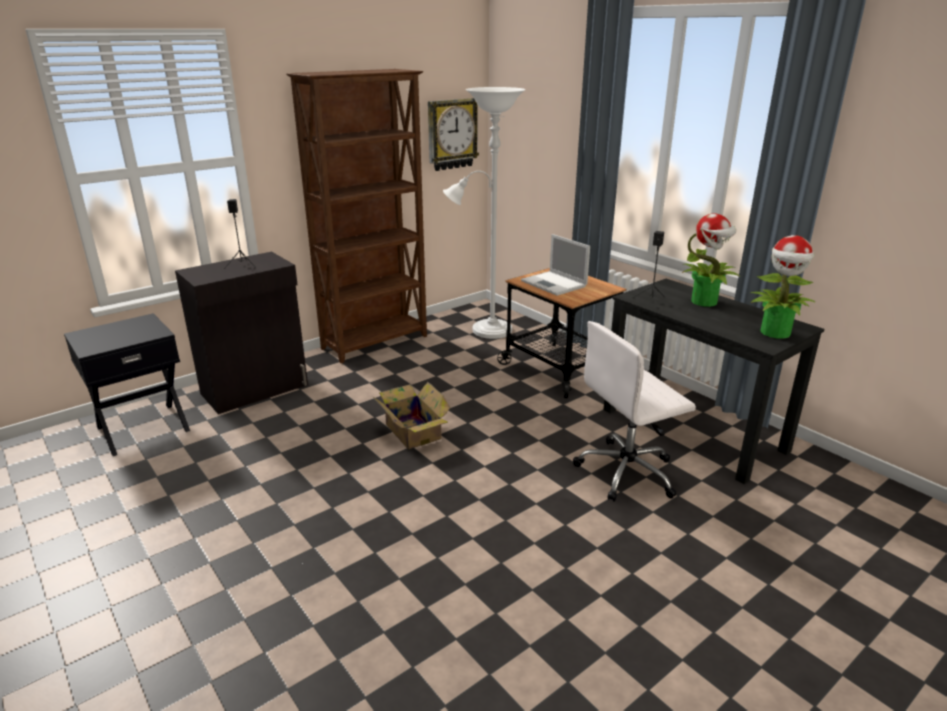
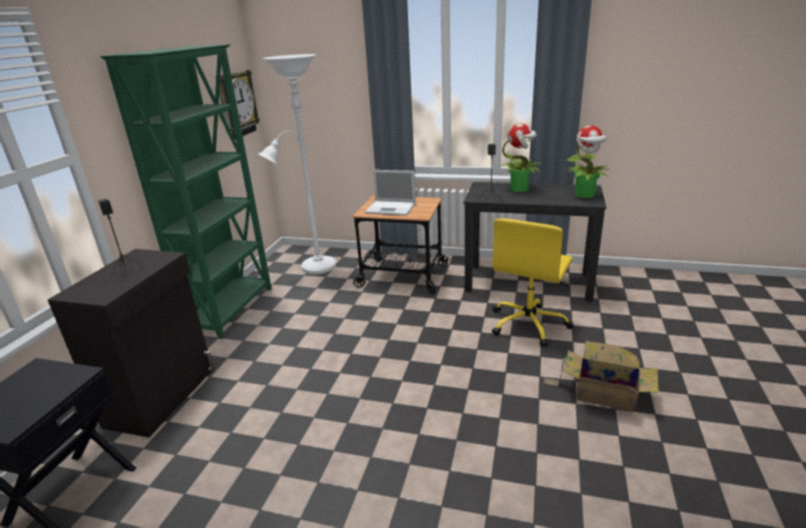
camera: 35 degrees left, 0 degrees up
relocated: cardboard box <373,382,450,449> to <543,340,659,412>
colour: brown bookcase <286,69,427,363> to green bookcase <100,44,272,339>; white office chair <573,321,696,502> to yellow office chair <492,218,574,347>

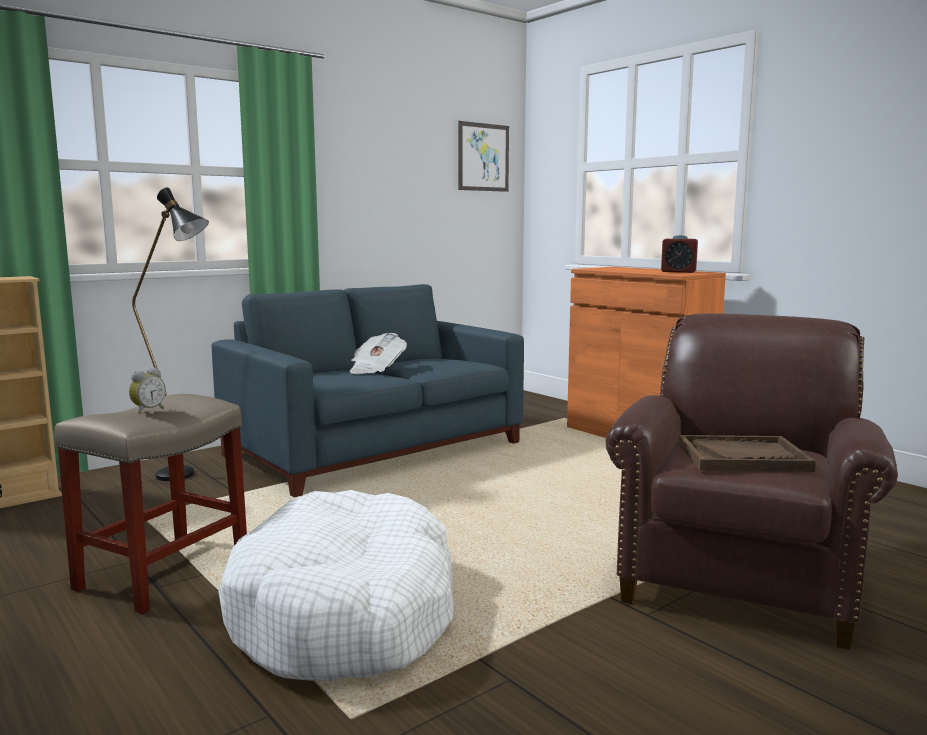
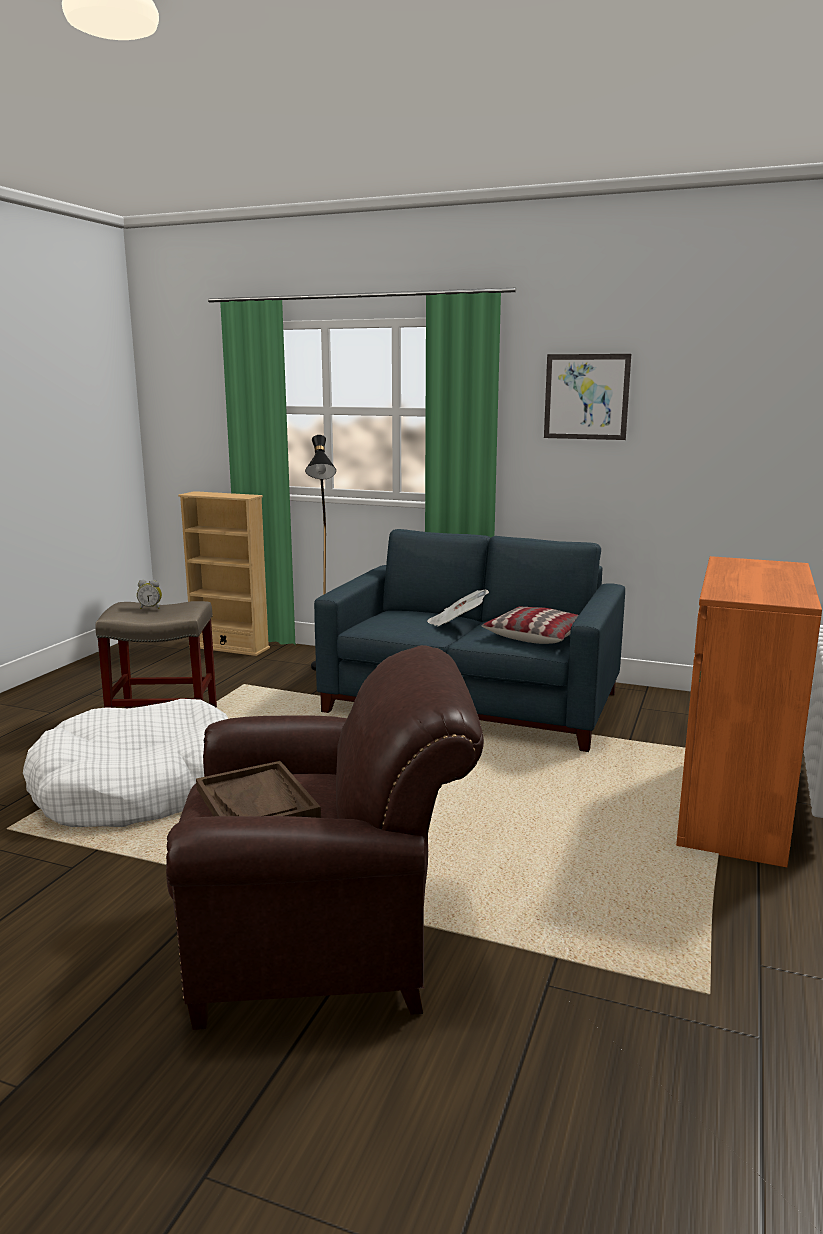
camera: 60 degrees right, 5 degrees up
missing: alarm clock <661,235,698,273>
appeared: pillow <482,606,579,644>
relocated: picture <458,121,509,192> to <544,354,631,440>

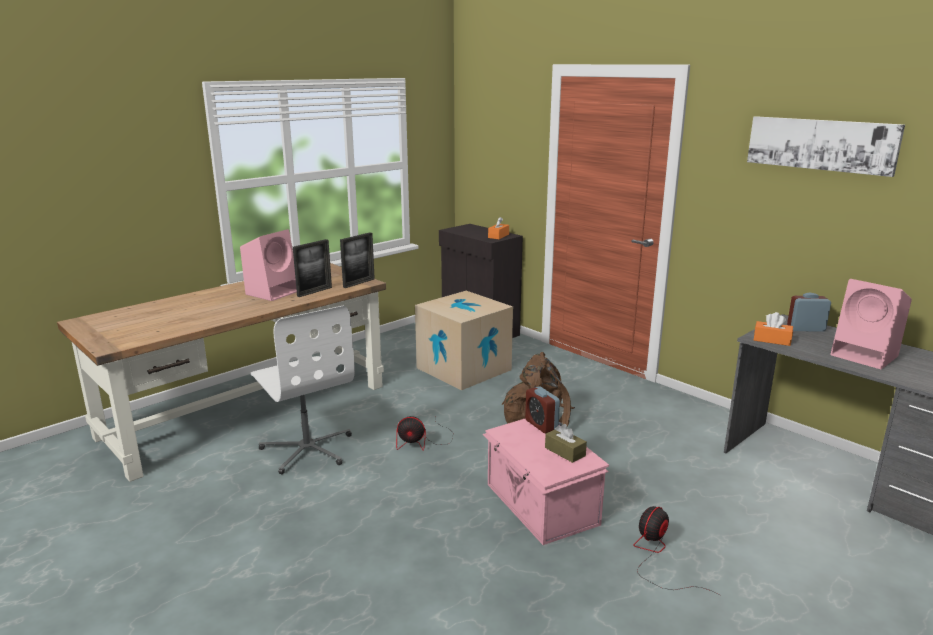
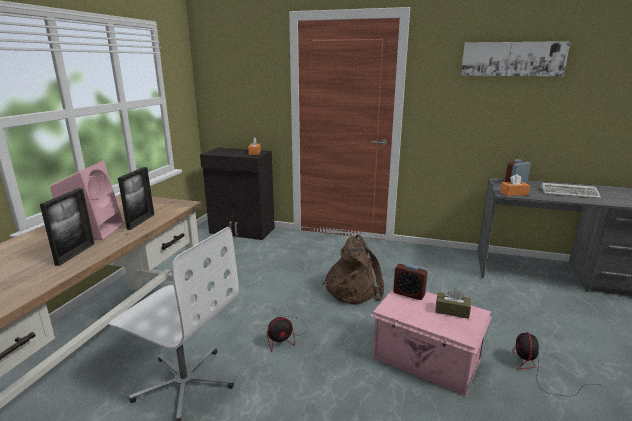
camera: 30 degrees left, 0 degrees up
missing: cardboard box <415,291,513,390>
relocated: picture frame <340,232,375,288> to <40,188,94,266>
exchanged: pink speaker <831,279,912,369> to keyboard <541,183,601,199>

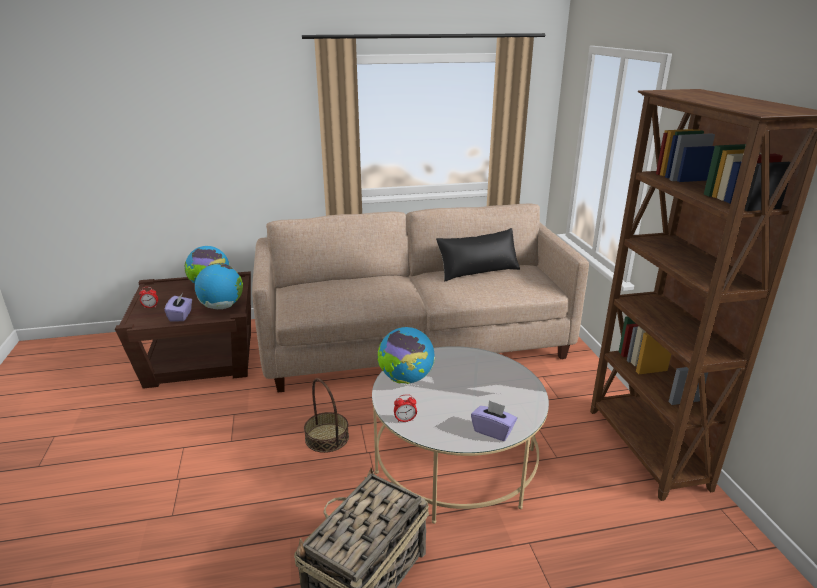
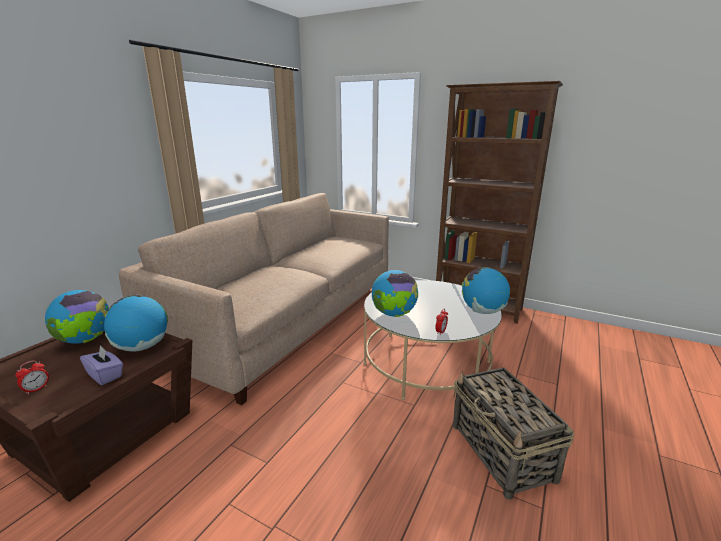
camera: 50 degrees left, 5 degrees down
missing: black pillow <436,228,520,282>; basket <304,378,349,453>
exchanged: purple tissue box <471,400,517,441> to globe <462,267,510,314>

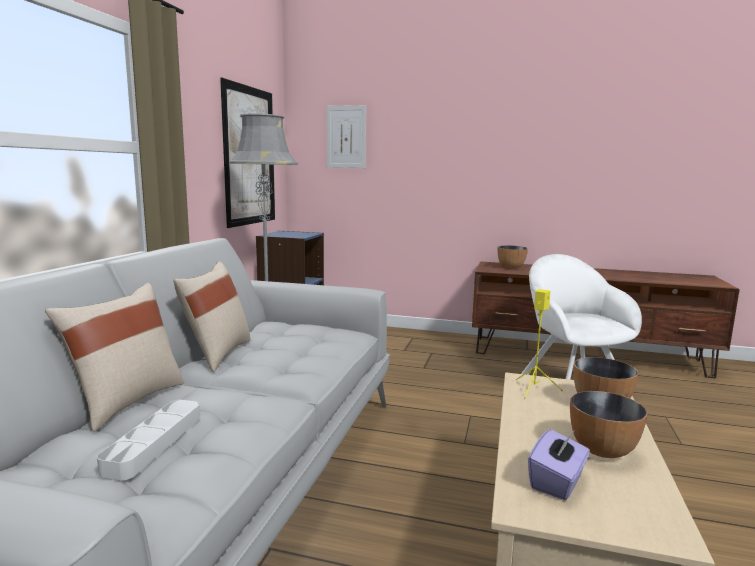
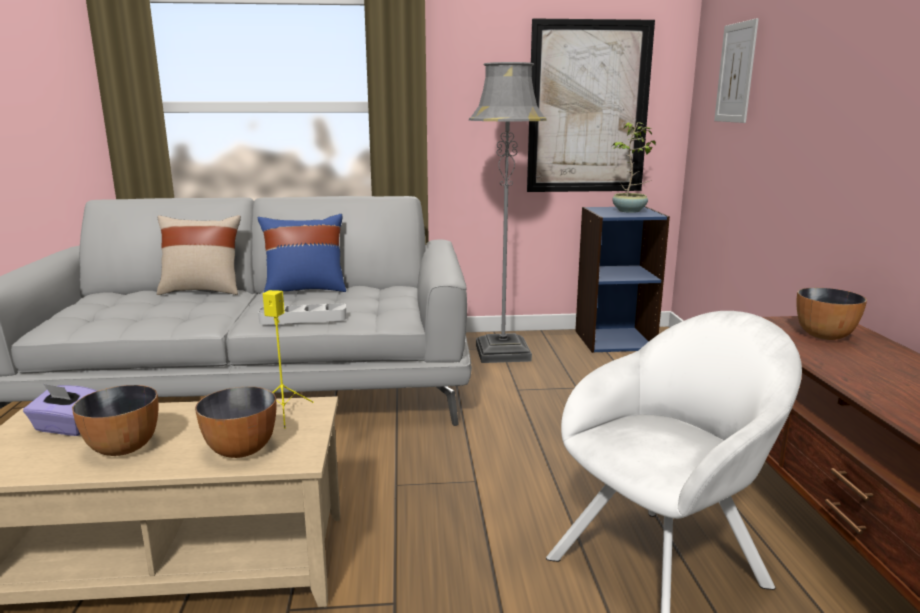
camera: 70 degrees right, 5 degrees up
appeared: potted plant <612,122,656,213>
relocated: grey tray <97,400,200,480> to <258,303,347,324>
colour: beige pillow <173,261,251,372> to blue pillow <258,214,346,293>

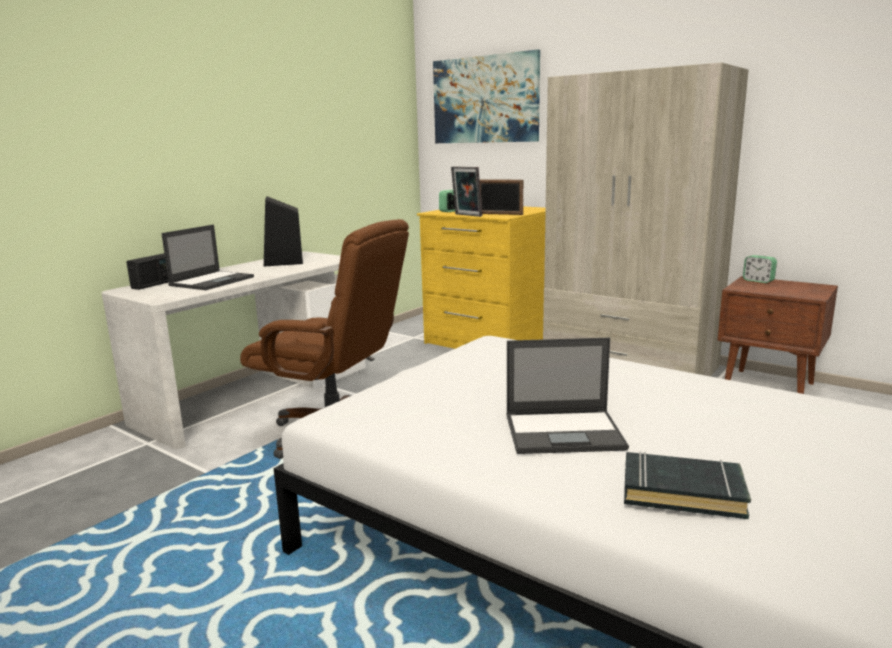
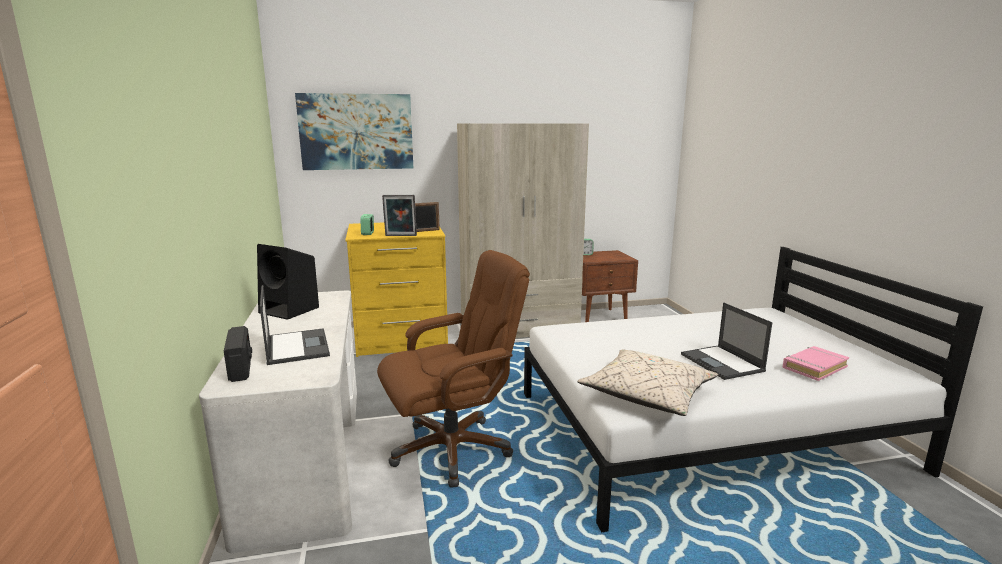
camera: 50 degrees left, 0 degrees up
appeared: beige pillow <577,349,718,416>
colour: black book <624,451,751,519> to pink book <783,346,849,381>
spun: laptop <506,337,629,454> = <681,302,772,380> 120 degrees clockwise

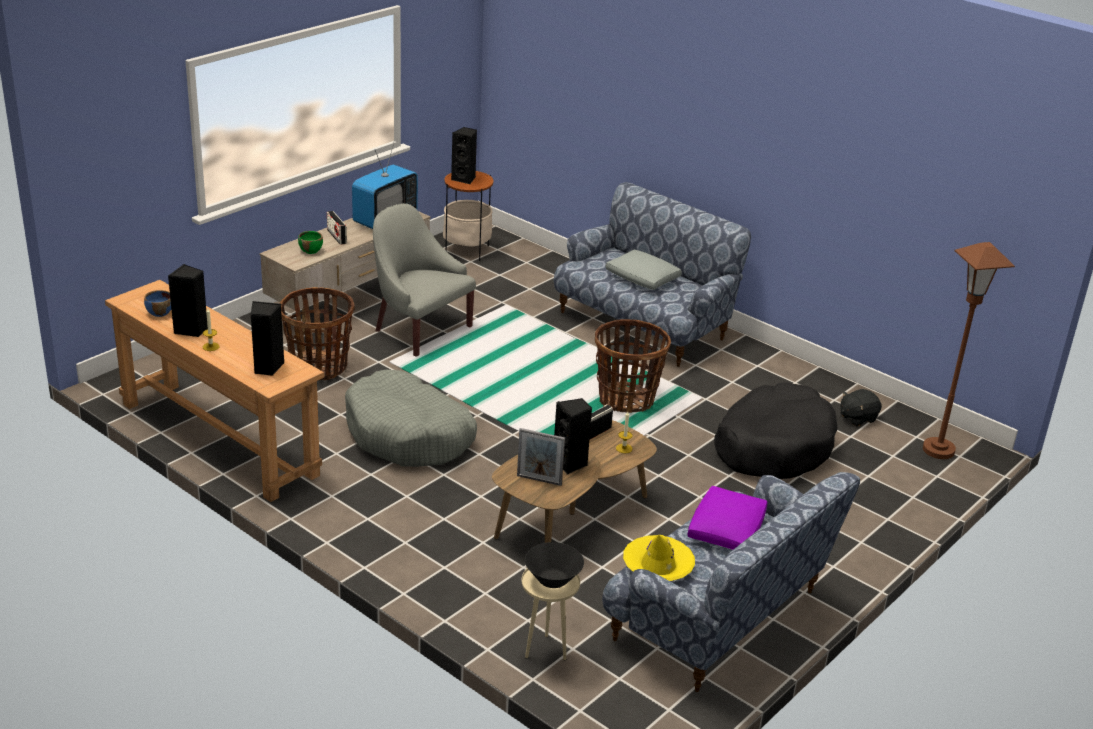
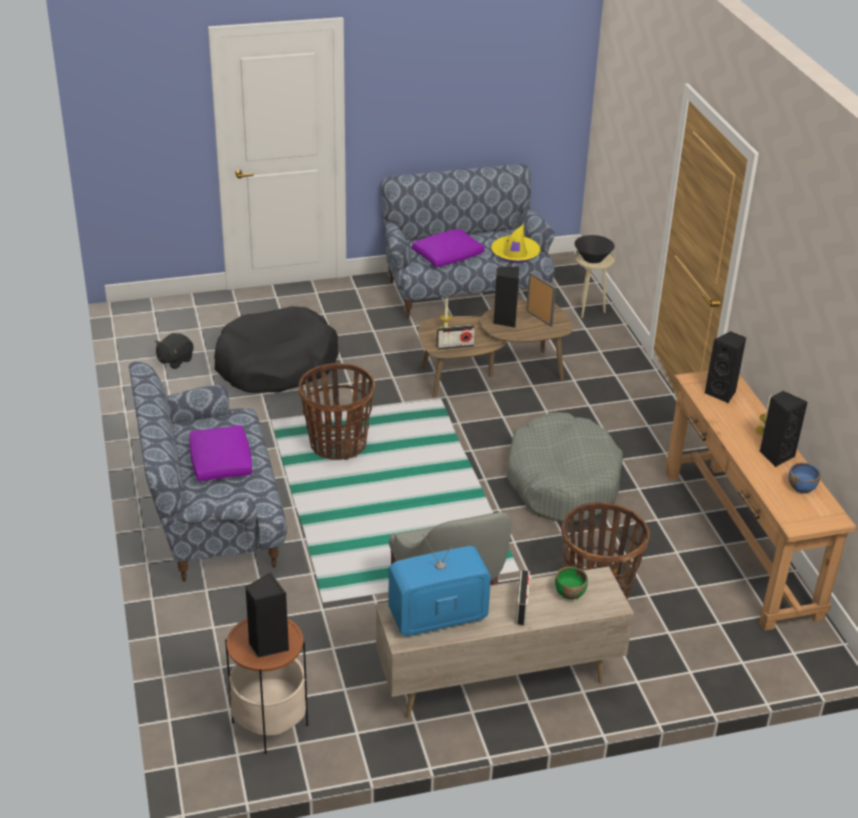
camera: 145 degrees left, 5 degrees up
missing: brown floor lamp <923,242,1015,459>
colour: grey pillow <606,250,682,290> to purple pillow <189,425,252,482>
spun: black plush toy <840,389,882,426> = <155,333,193,369> 120 degrees clockwise

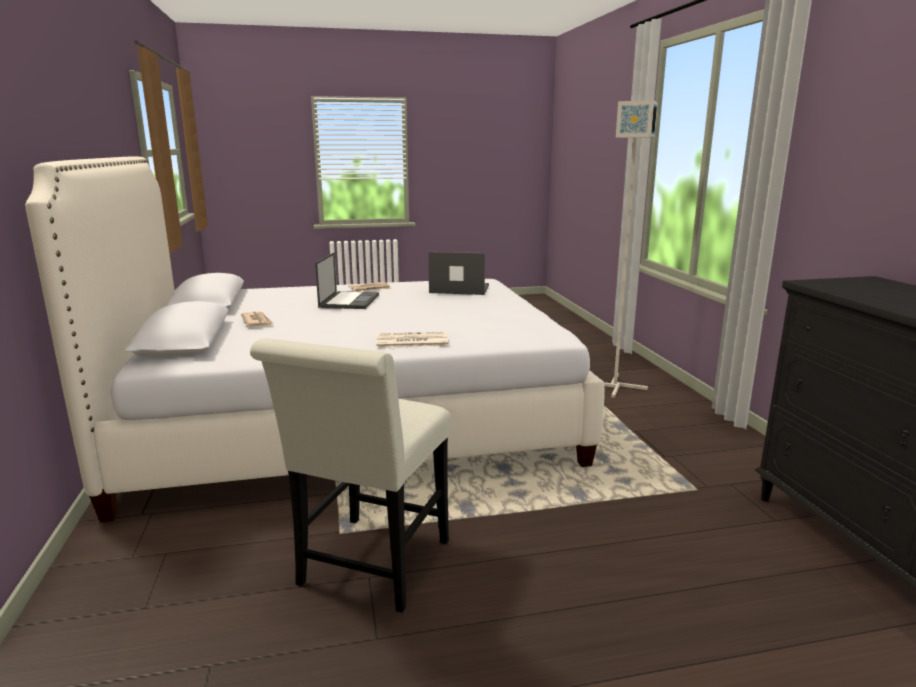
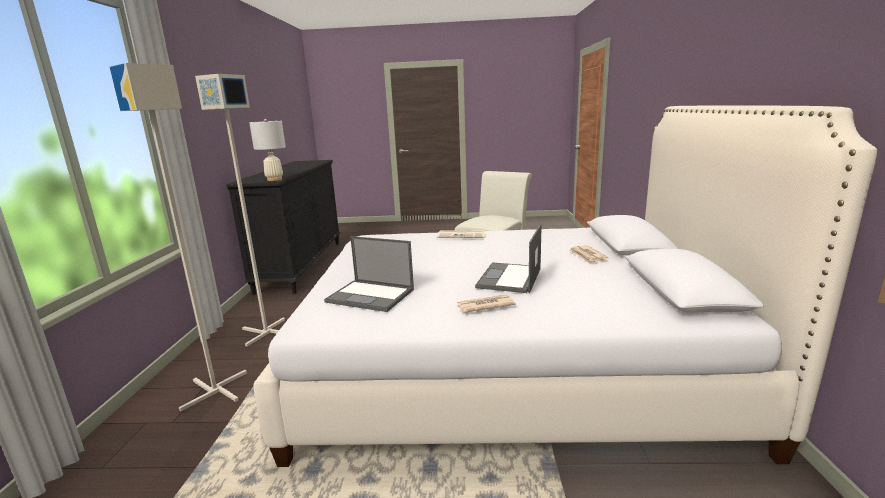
camera: 165 degrees left, 0 degrees up
appeared: grey floor lamp <195,74,285,346>; white table lamp <249,119,286,181>

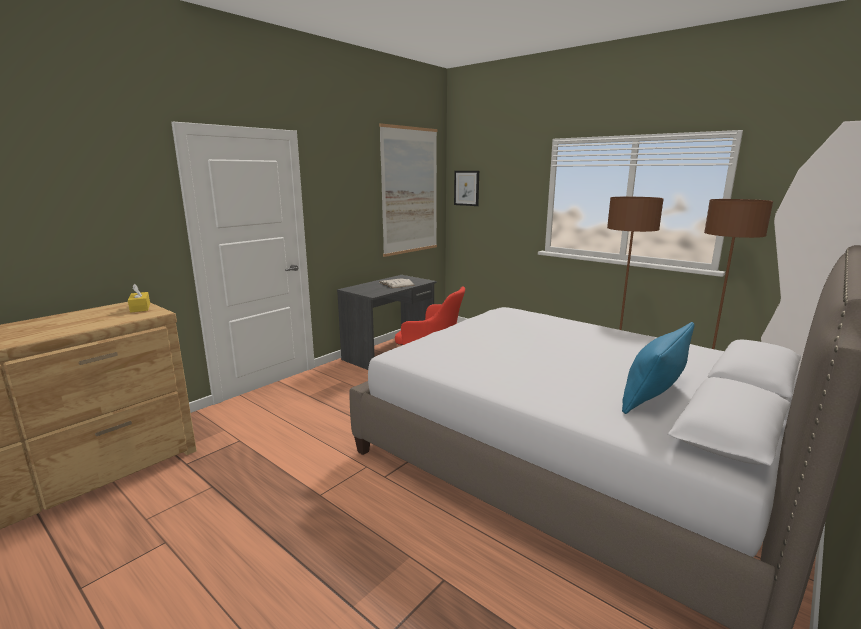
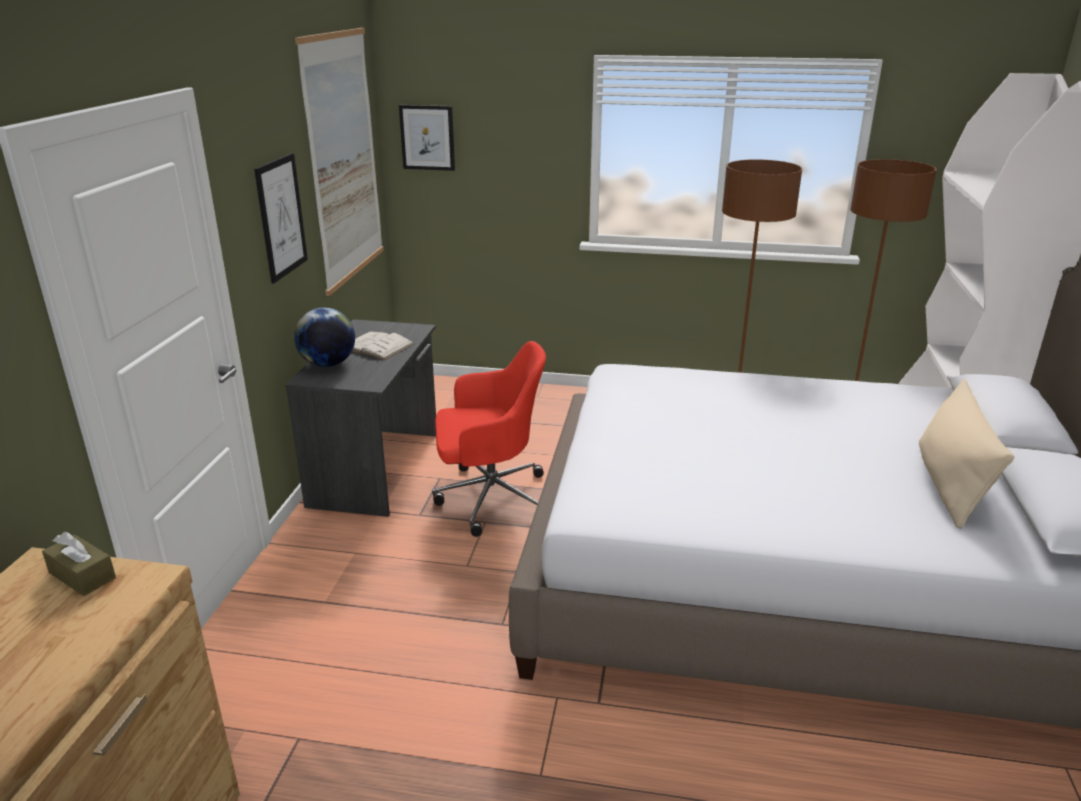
camera: 30 degrees left, 10 degrees up
appeared: picture <254,153,308,284>; globe <294,308,355,367>
colour: yellow tissue box <128,284,150,313> to brown tissue box <42,532,116,596>; blue pillow <622,322,694,414> to beige pillow <919,379,1014,529>

